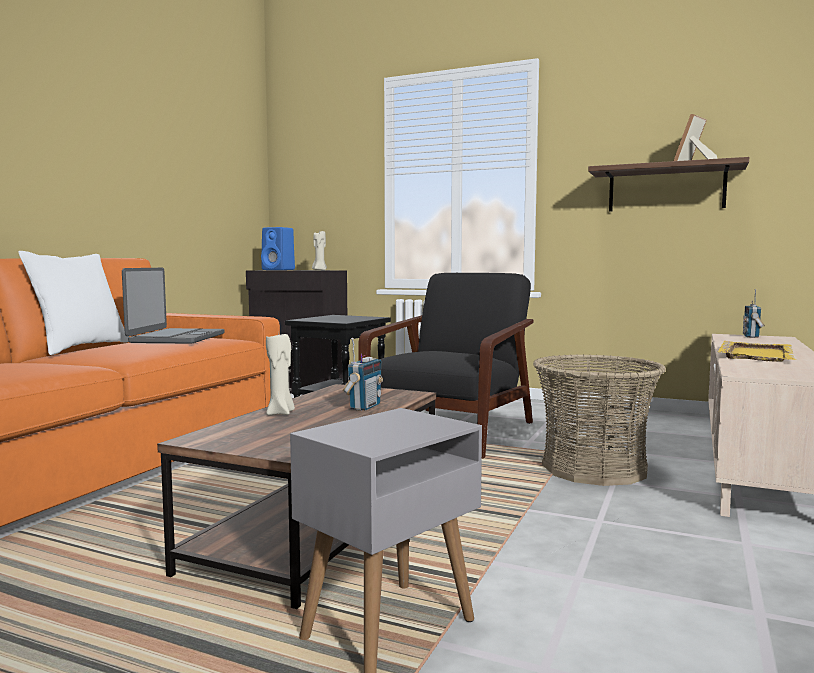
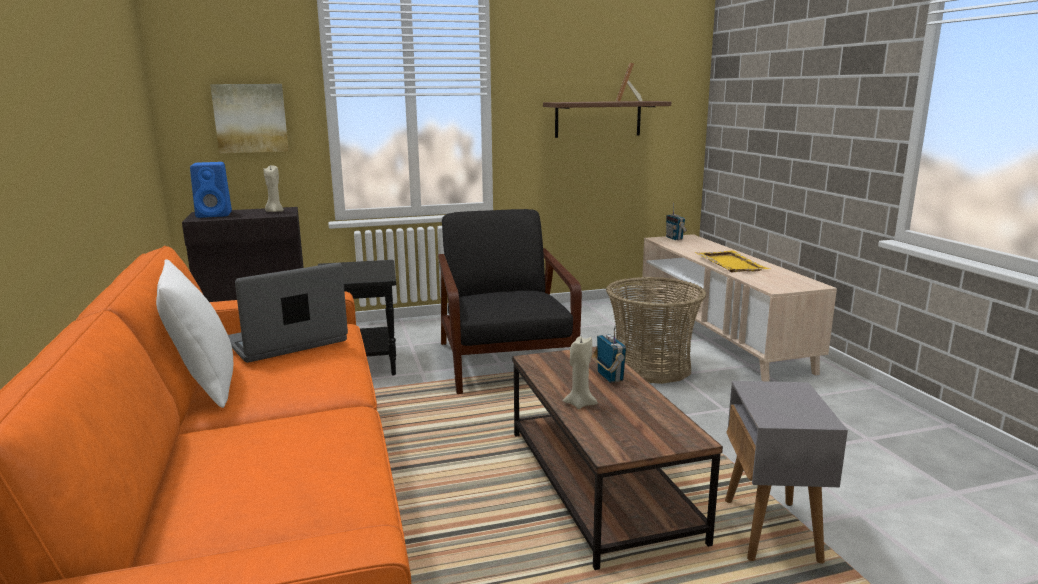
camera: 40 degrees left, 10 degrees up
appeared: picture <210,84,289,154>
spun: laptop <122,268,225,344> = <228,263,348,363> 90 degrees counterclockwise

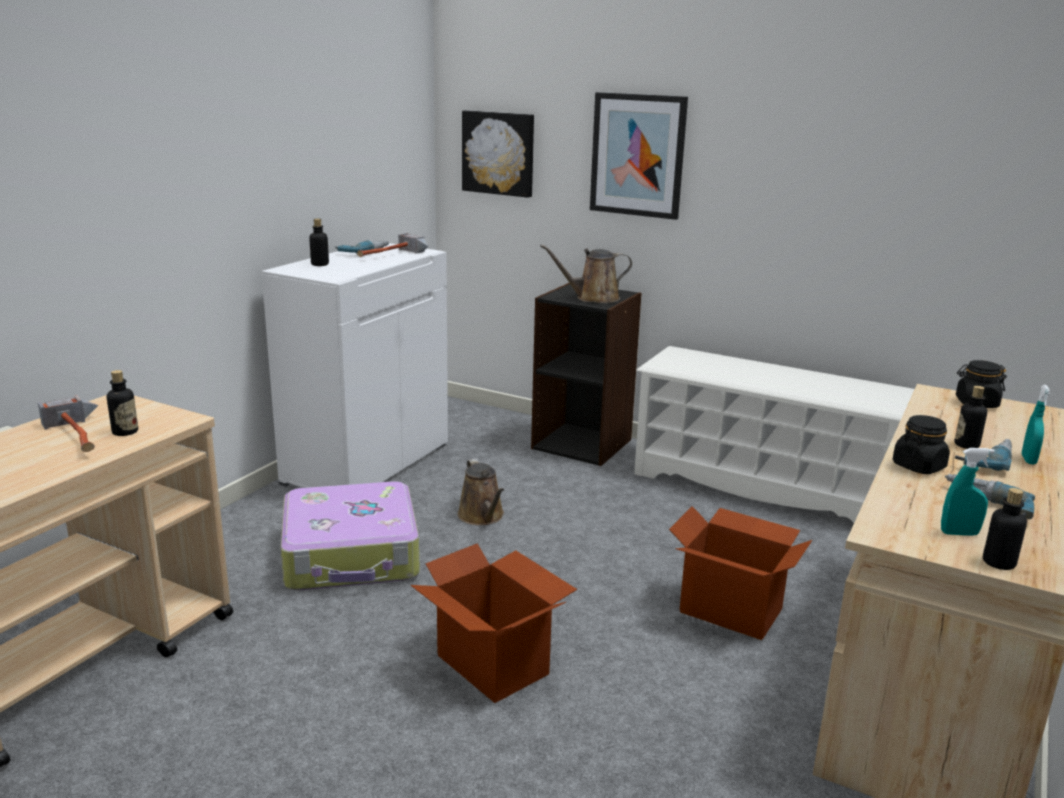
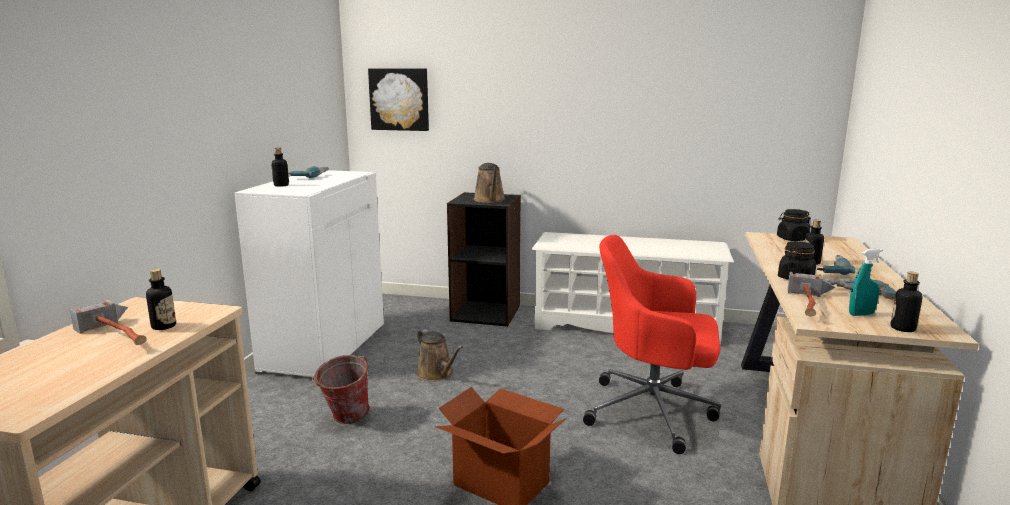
camera: 15 degrees left, 5 degrees down
missing: picture <590,92,688,220>; turquoise spray bottle <1022,385,1051,465>
relocated: hammer <357,233,429,257> to <788,272,836,316>
exchanged: suitcase <281,481,420,590> to bucket <312,355,369,424>; cardboard box <669,506,812,640> to red office chair <583,235,721,454>
spun: brown watering can <540,244,632,303> = <474,163,505,203> 75 degrees counterclockwise

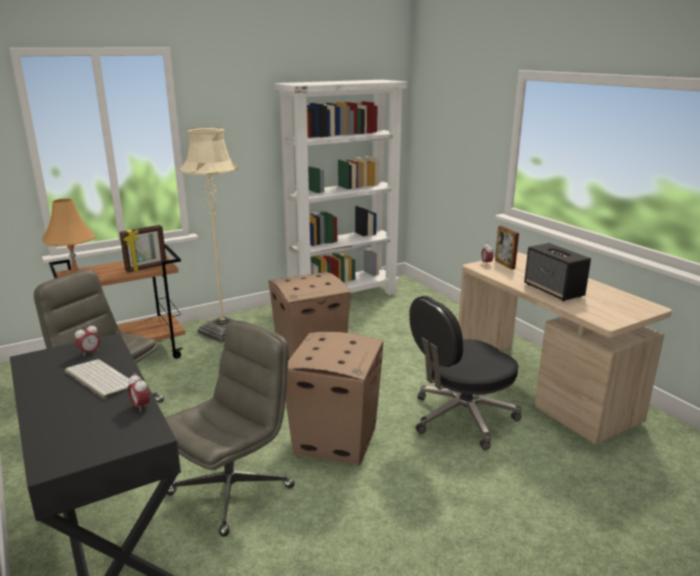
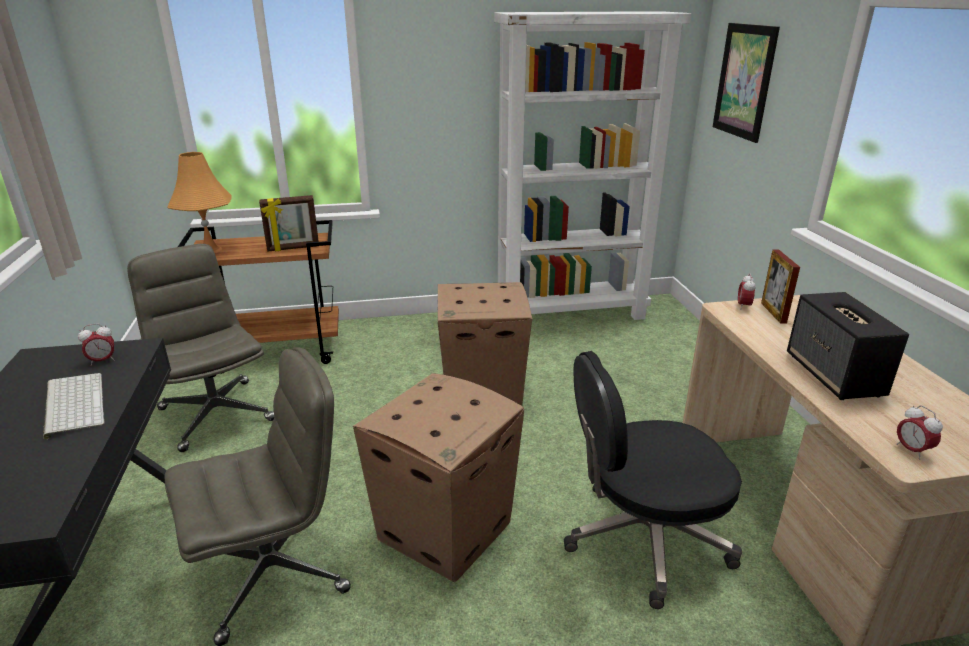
camera: 20 degrees right, 5 degrees up
missing: beige floor lamp <180,127,238,343>
appeared: picture <713,23,780,143>
relocated: alarm clock <128,373,150,412> to <896,405,943,460>

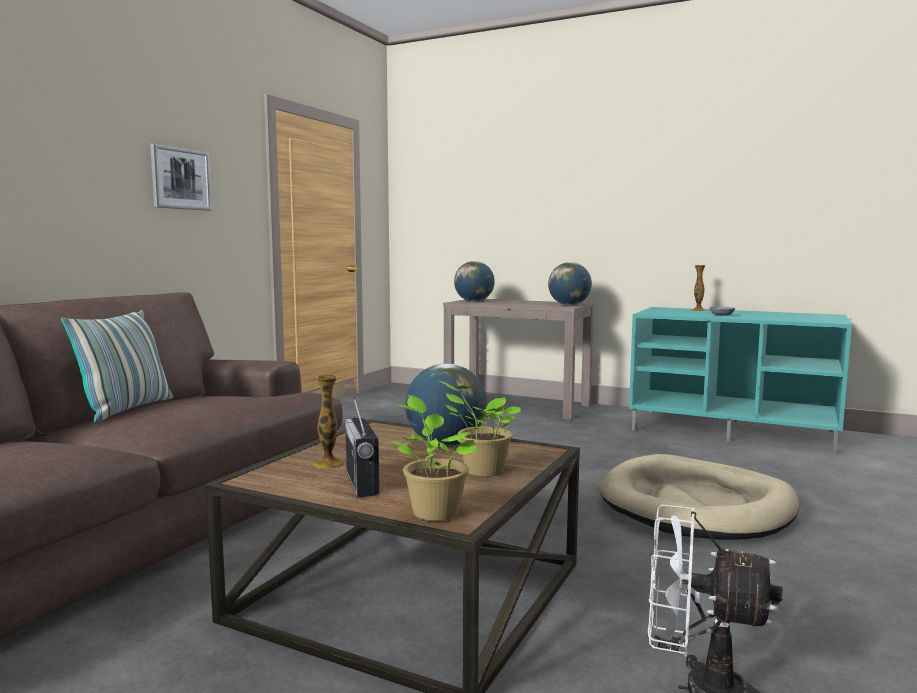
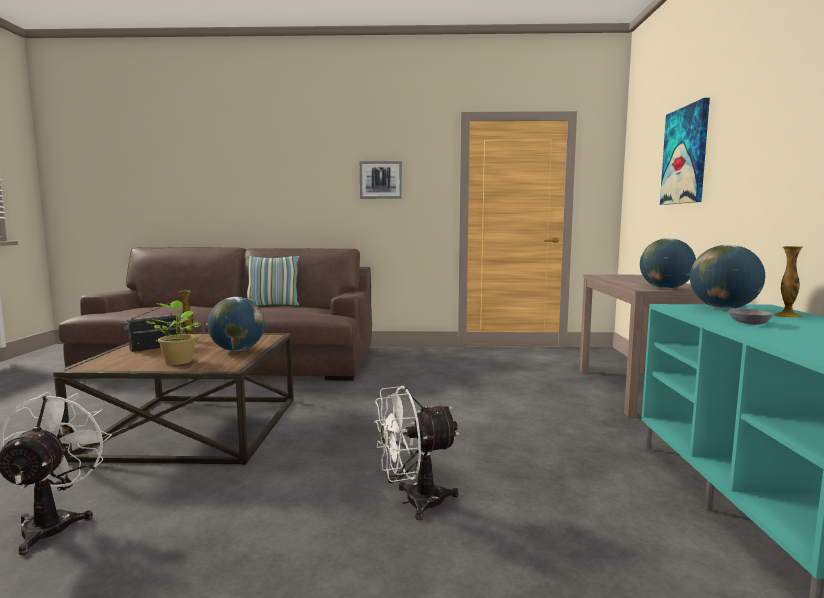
camera: 65 degrees right, 0 degrees up
missing: potted plant <391,395,478,521>
appeared: picture <660,98,710,205>
relocated: globe <454,261,495,302> to <690,245,765,309>
exchanged: beige dog bed <600,454,799,540> to white fan <374,386,460,520>

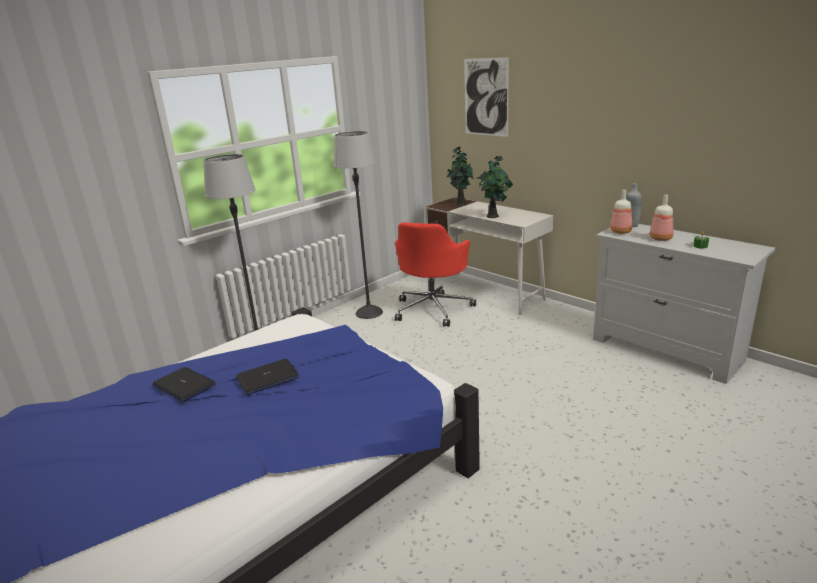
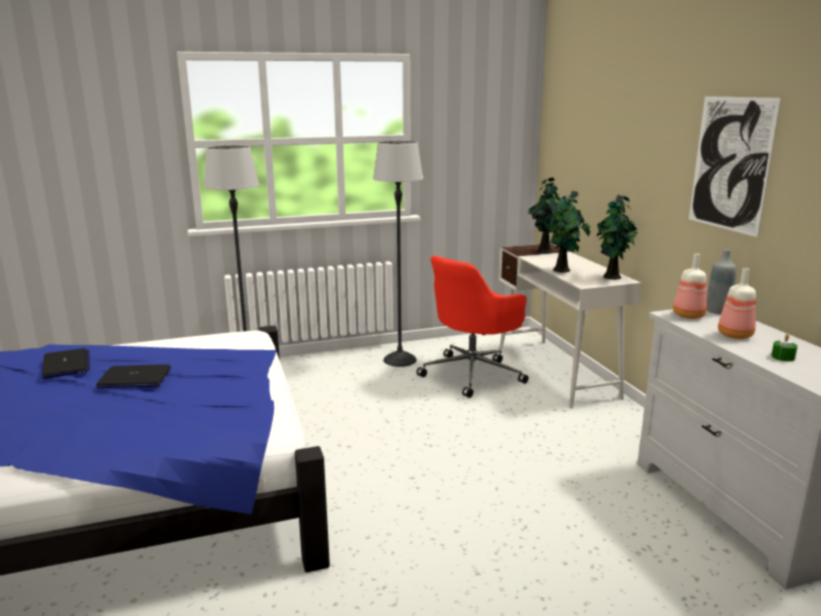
camera: 25 degrees right, 5 degrees down
appeared: potted plant <597,195,638,280>
relocated: picture <464,57,509,137> to <689,96,781,237>

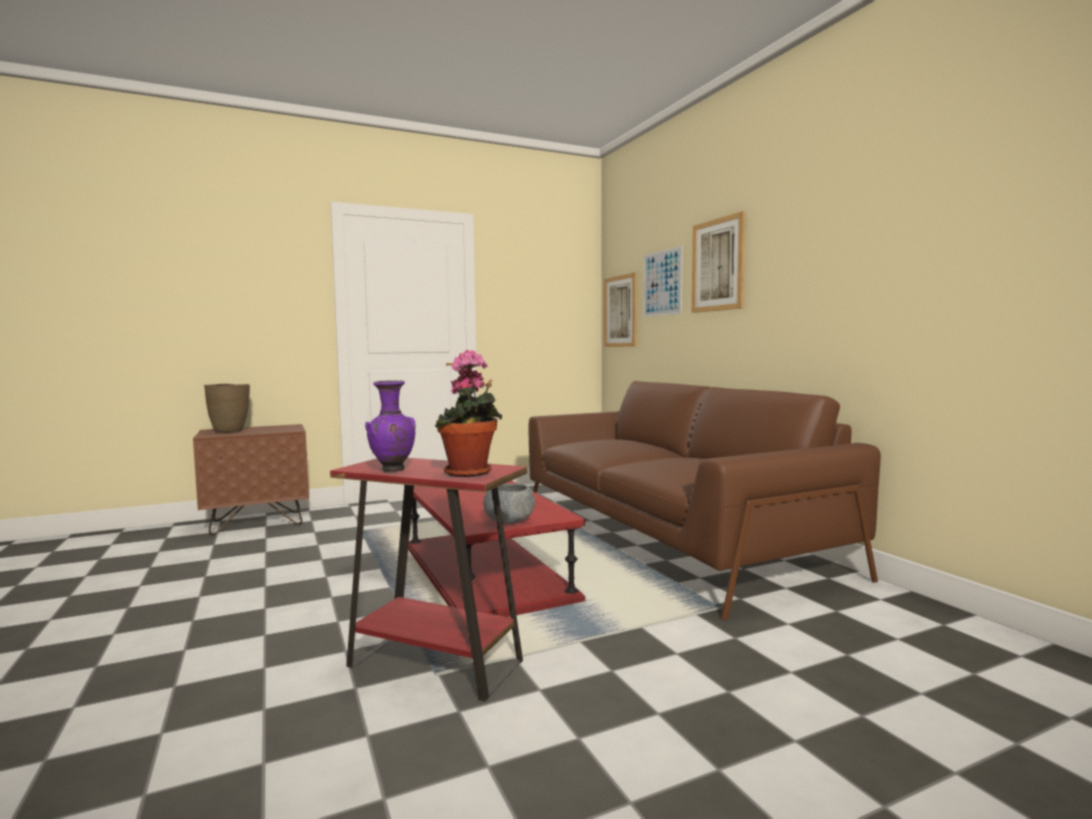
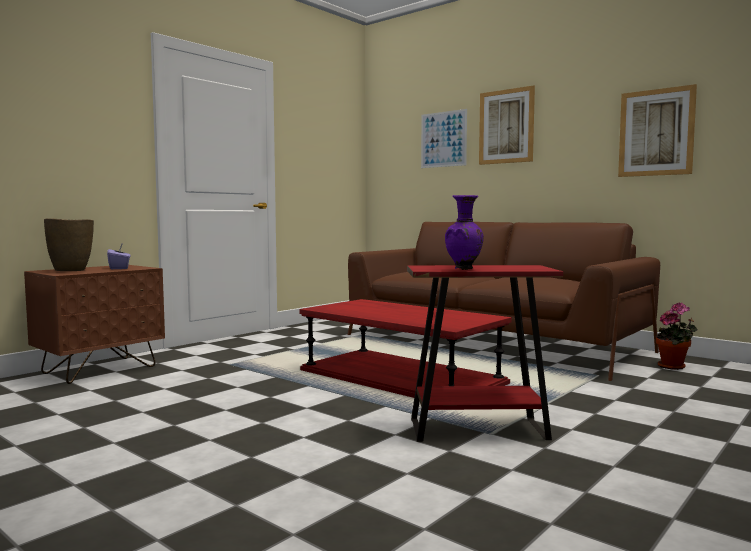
camera: 25 degrees left, 0 degrees up
missing: grey bowl <483,484,535,524>
appeared: purple tissue box <107,244,131,269>
relocated: picture <604,272,637,347> to <618,84,697,177>; potted plant <435,350,502,477> to <656,303,698,370>

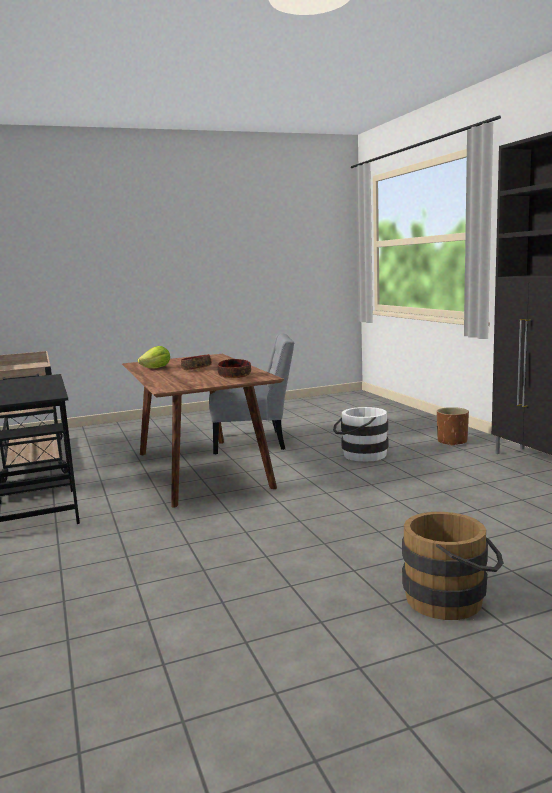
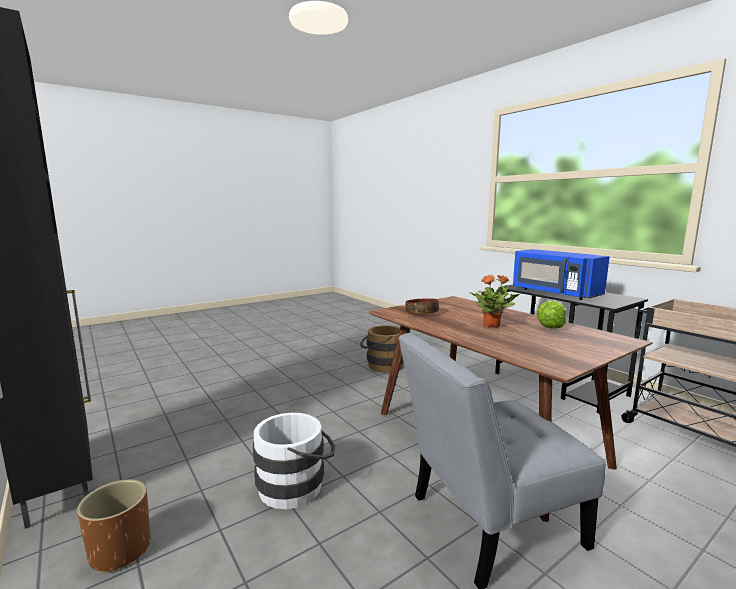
camera: 165 degrees right, 0 degrees up
appeared: blue microwave <513,249,610,300>
relocated: brown bucket <402,512,503,620> to <360,325,404,373>
exchanged: bowl <181,354,212,370> to potted plant <469,275,521,328>

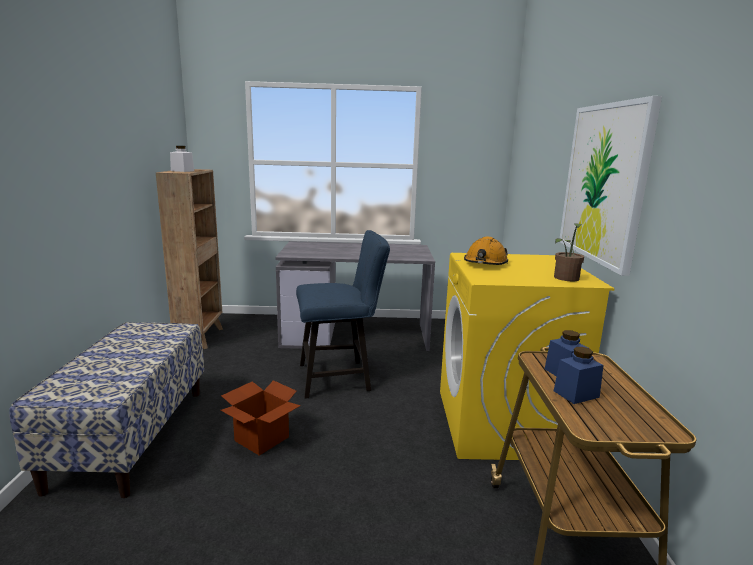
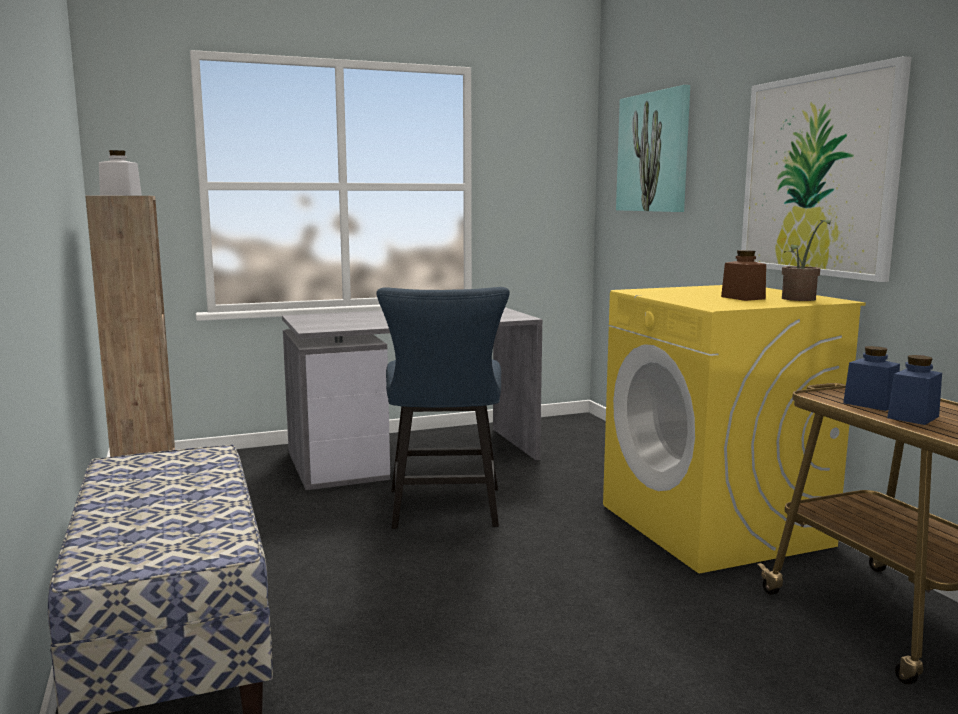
camera: 20 degrees left, 5 degrees down
missing: orange hard hat <464,236,508,265>; cardboard box <221,380,301,456>
appeared: picture <616,85,690,212>; brown jar <721,250,766,301>
spun: blue chair <296,230,390,399> = <376,287,510,529> 120 degrees clockwise

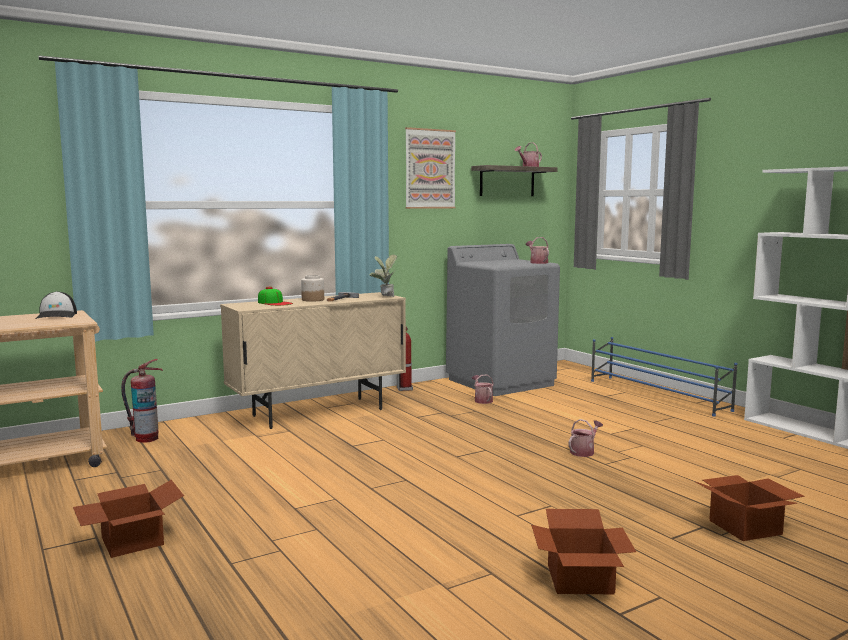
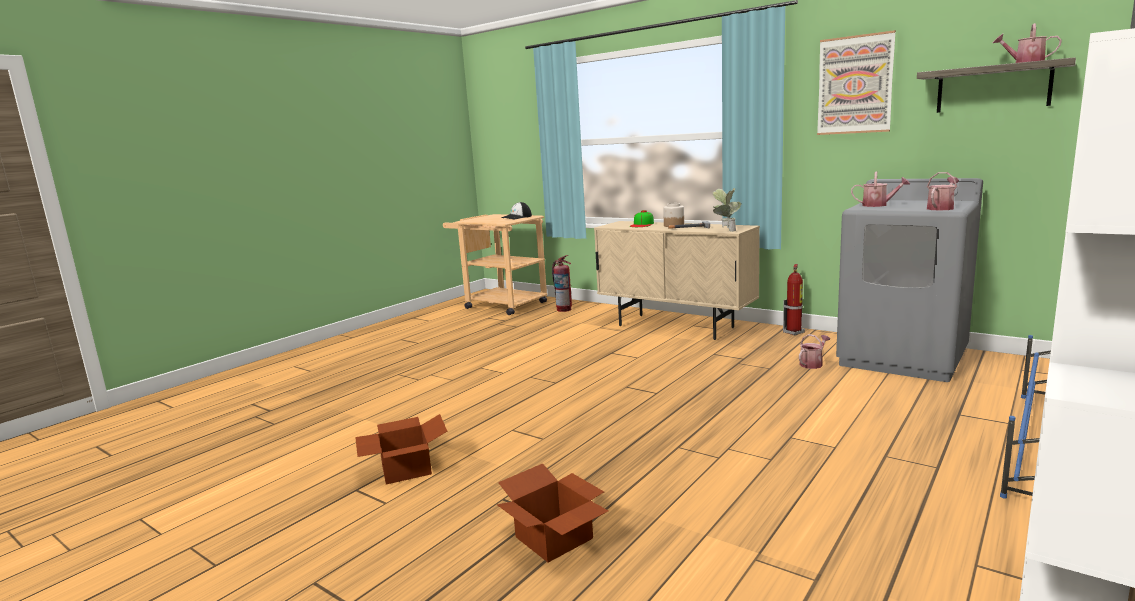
camera: 70 degrees right, 5 degrees up
missing: cardboard box <73,480,184,558>
relocated: watering can <569,419,603,457> to <851,171,910,207>

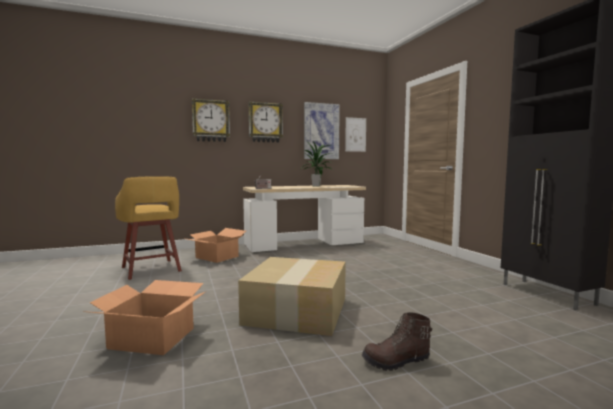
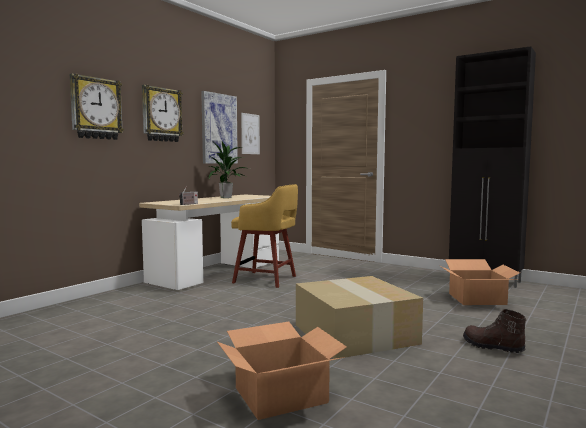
camera: 35 degrees left, 0 degrees up
relocated: yellow stool <115,176,182,280> to <231,184,298,288>; cardboard box <187,228,246,263> to <440,259,520,305>
spun: brown boot <362,312,432,371> = <463,309,526,353> 90 degrees clockwise

